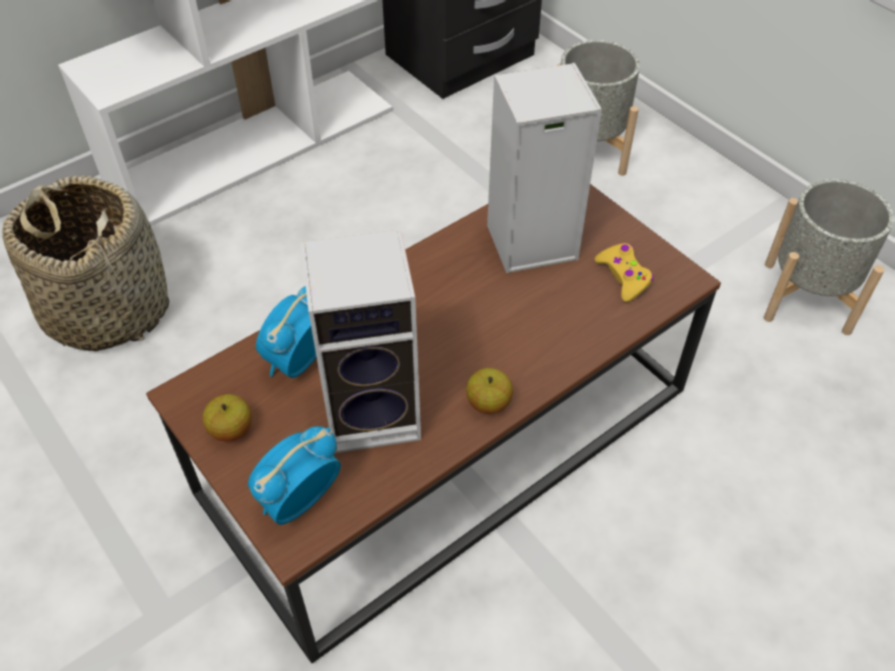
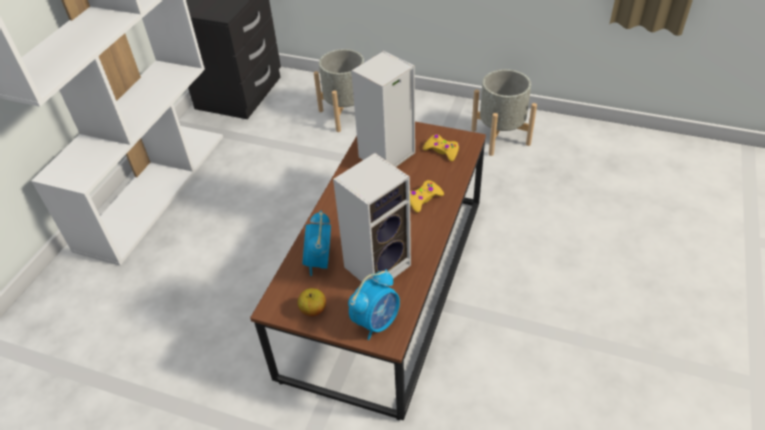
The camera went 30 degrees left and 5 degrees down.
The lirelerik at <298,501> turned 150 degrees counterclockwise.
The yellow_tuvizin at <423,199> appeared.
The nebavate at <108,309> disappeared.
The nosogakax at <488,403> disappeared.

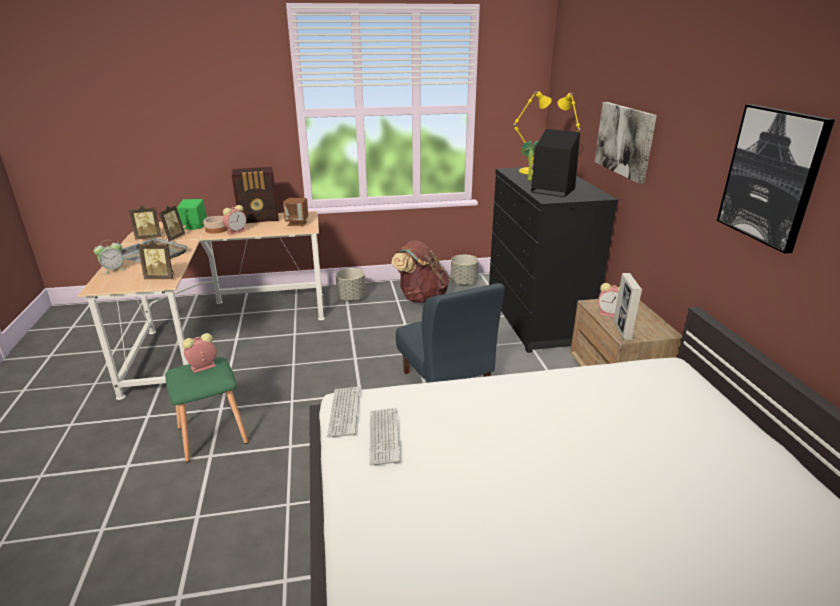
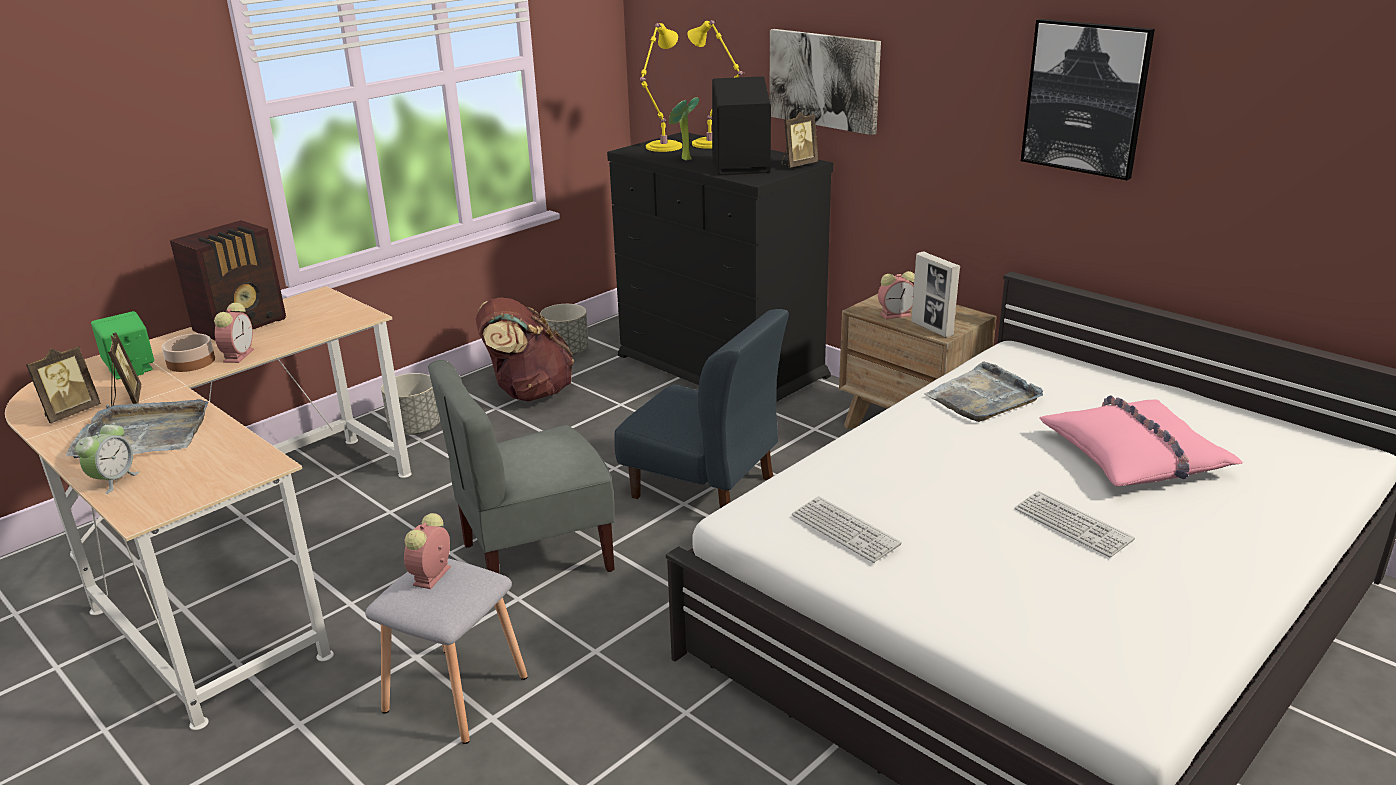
The camera went 35 degrees left and 0 degrees up.
The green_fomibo at <211,436> became the grey_fomibo at <455,695>.
The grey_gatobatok at <535,557> appeared.
The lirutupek moved from <161,278> to <798,165>.
The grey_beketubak at <983,397> appeared.
The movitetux moved from <344,412> to <1072,525>.
The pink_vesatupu at <1135,457> appeared.
The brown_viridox at <297,223> disappeared.

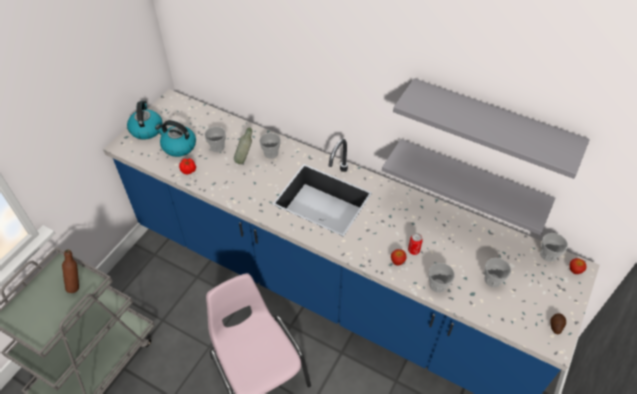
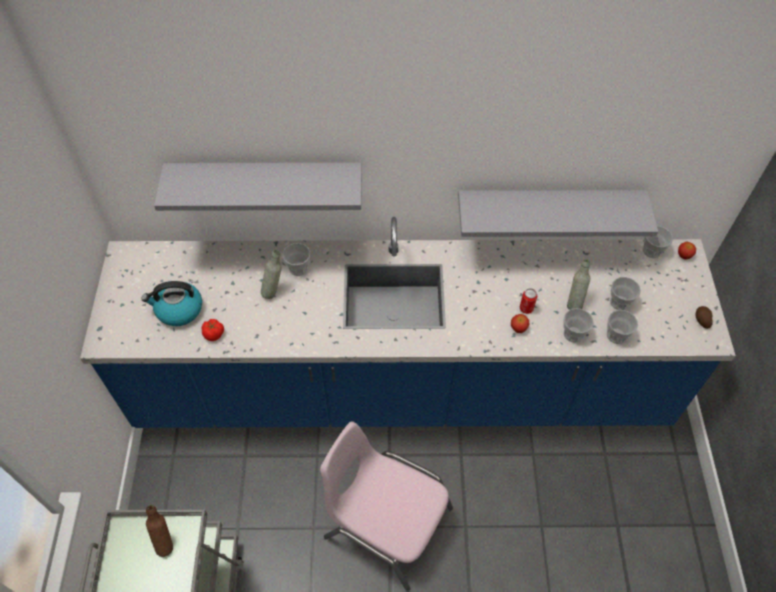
The camera went 30 degrees left and 5 degrees up.
The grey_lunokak moved from <491,125> to <266,182>.
The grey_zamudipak at <574,303> appeared.
The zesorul moved from <217,147> to <616,335>.
The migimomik at <146,129> disappeared.

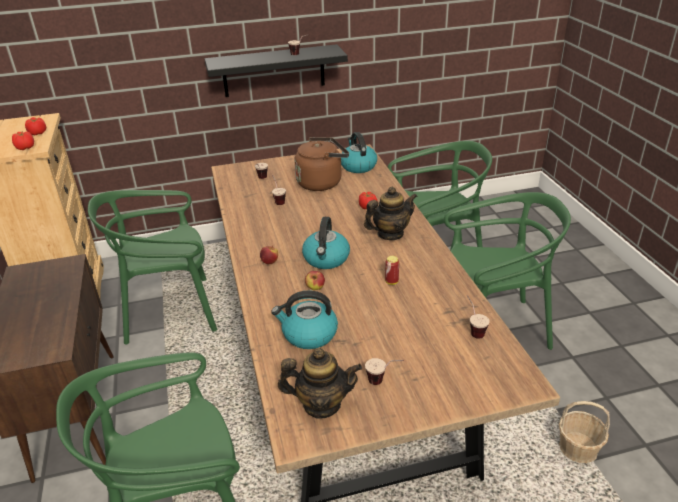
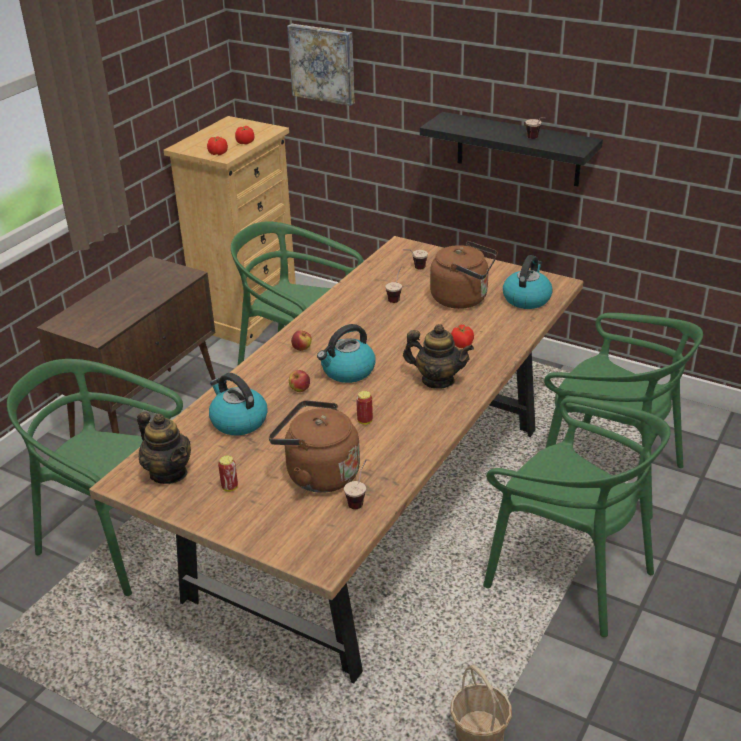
The camera went 45 degrees right and 0 degrees up.
The zesorul at <383,382> was replaced by the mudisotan at <230,487>.
The brown_migimomik at <318,474> appeared.
The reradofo at <323,63> appeared.

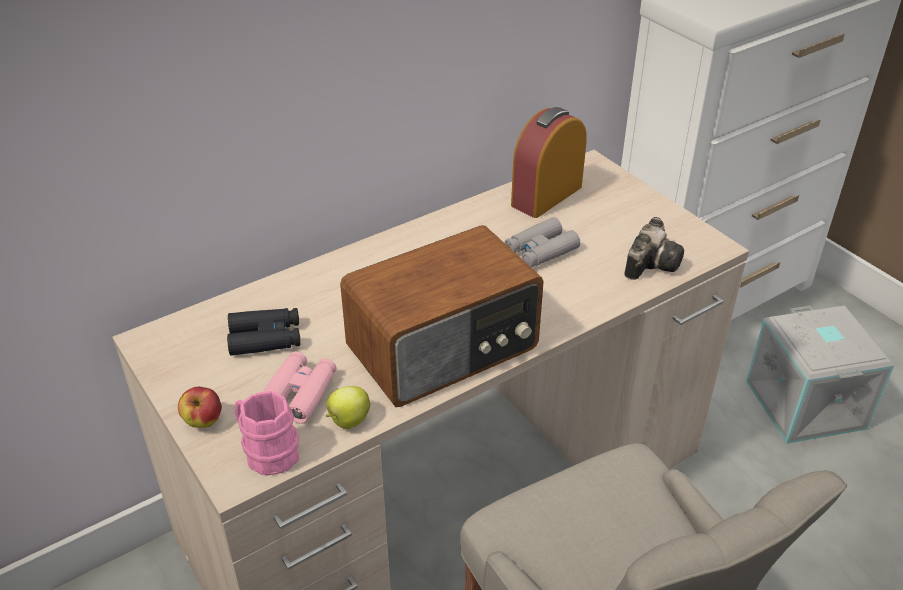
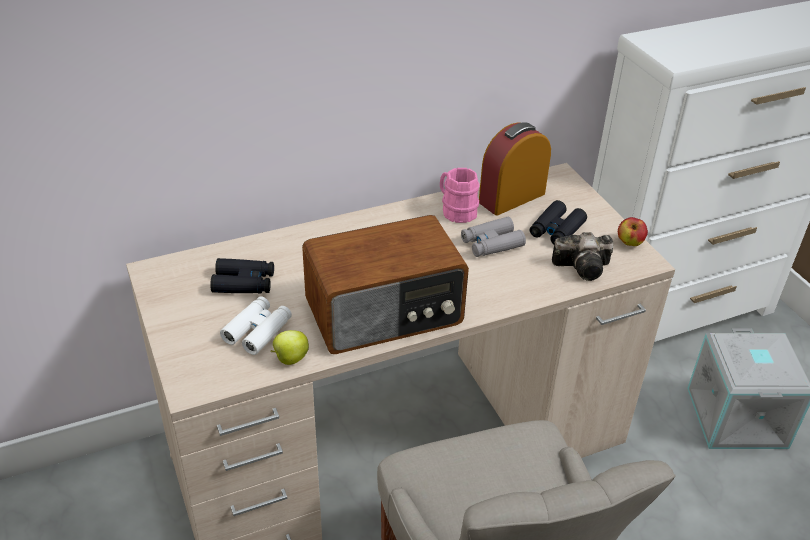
The camera went 10 degrees right and 0 degrees up.
The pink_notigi at <299,393> became the white_notigi at <257,331>.
The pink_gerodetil moved from <267,452> to <455,211>.
The black_notigi at <556,230> appeared.
The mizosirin at <652,262> turned 45 degrees clockwise.
The nosogakax moved from <203,421> to <629,243>.

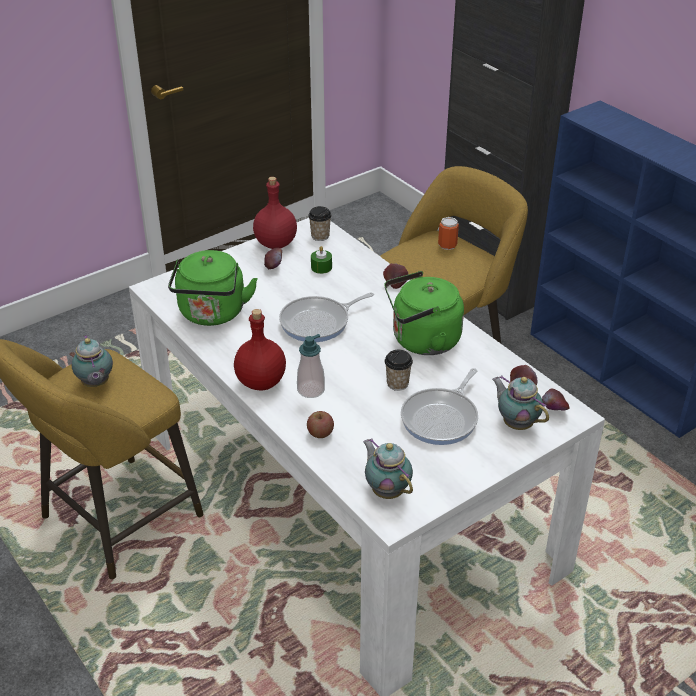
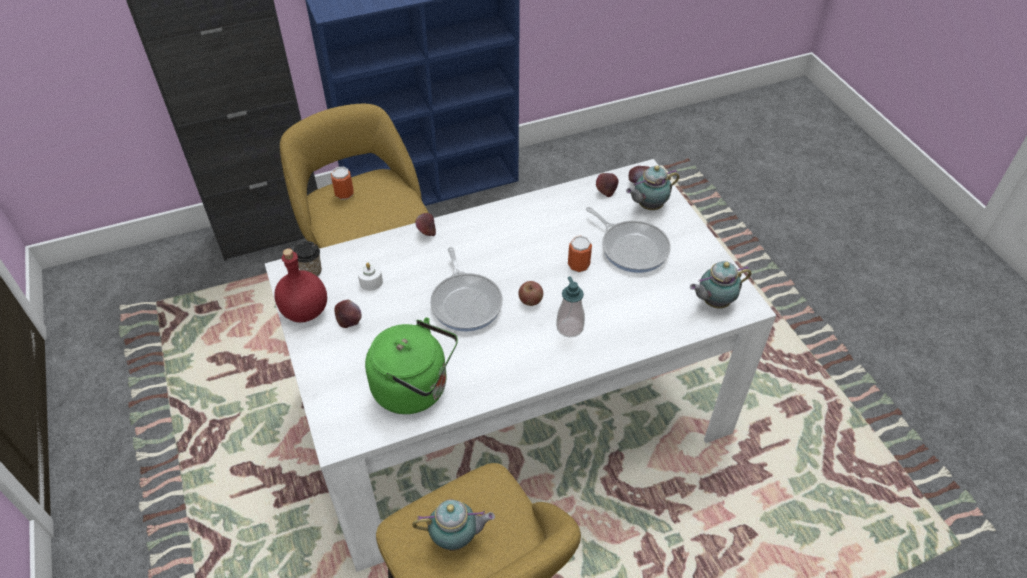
The camera went 75 degrees left and 10 degrees up.
The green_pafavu at <321,267> became the white_pafavu at <371,282>.
The nosogakax moved from <320,433> to <530,300>.
The zesorul at <397,384> was replaced by the mudisotan at <578,265>.
The red_zamudipak at <261,382> disappeared.
The green_migimomik at <421,341> disappeared.

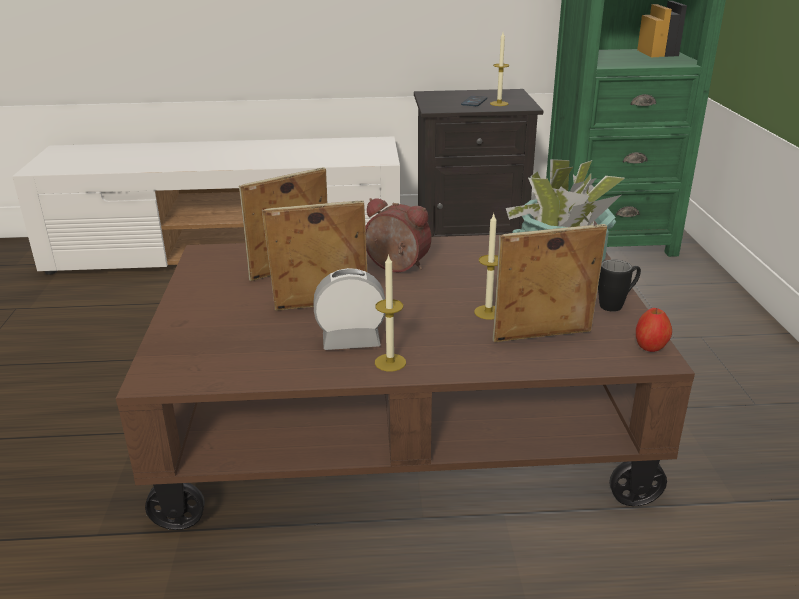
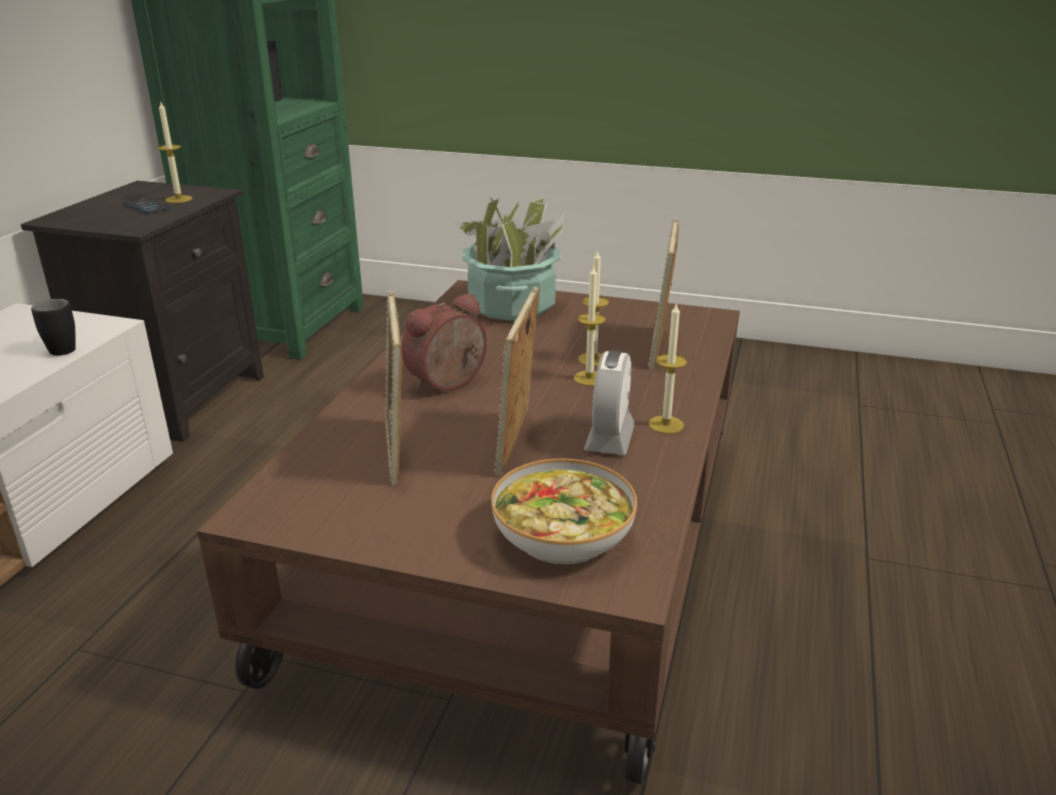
The camera went 70 degrees left and 0 degrees up.
The black_gerodetil moved from <617,304> to <65,347>.
The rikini at <563,534> appeared.
The pafavu at <589,378> appeared.
The nosogakax at <650,347> disappeared.

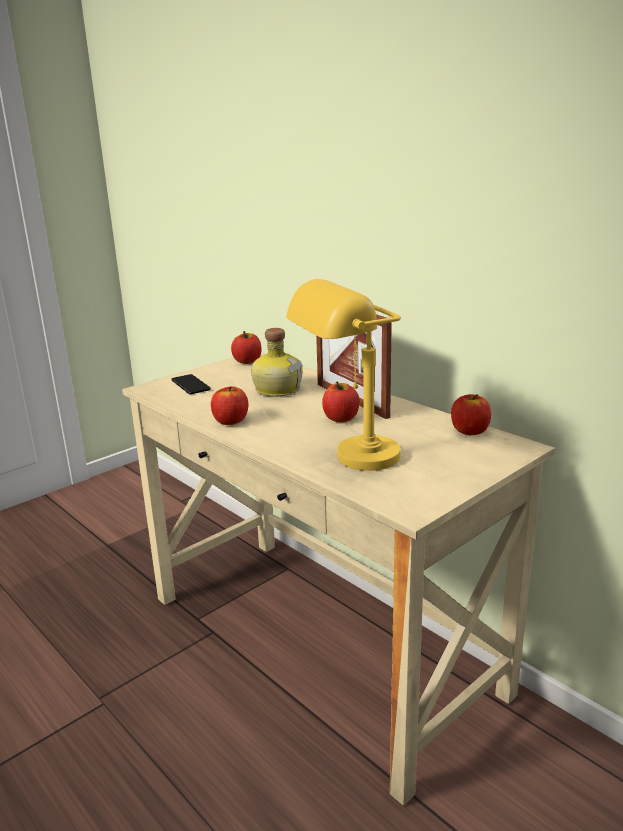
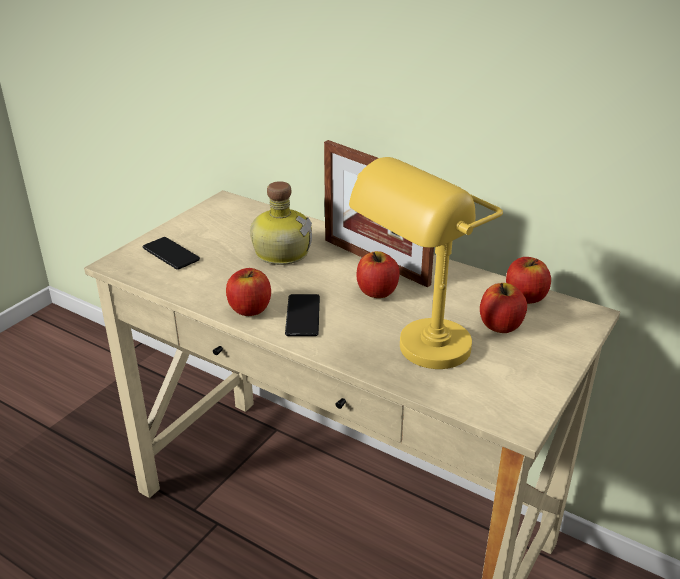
The camera went 15 degrees left and 10 degrees up.
The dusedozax at <303,316> appeared.
The nosogakax moved from <247,361> to <500,325>.

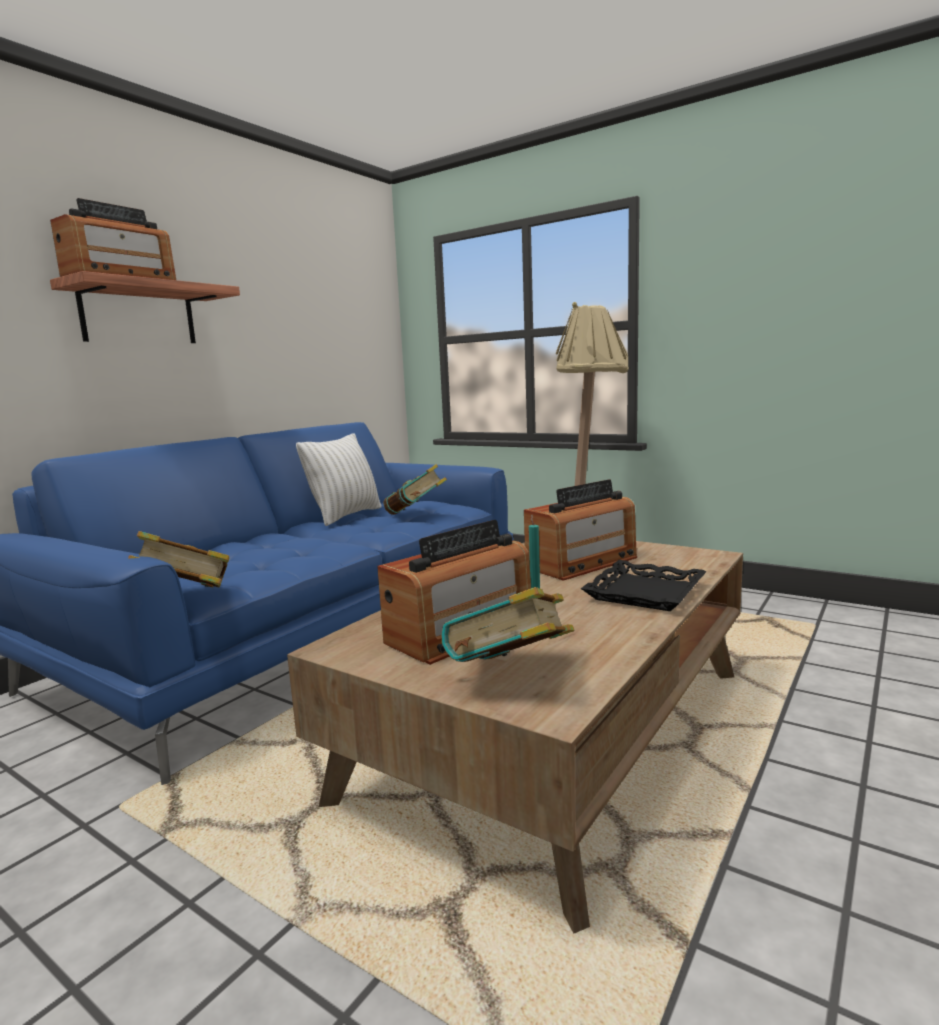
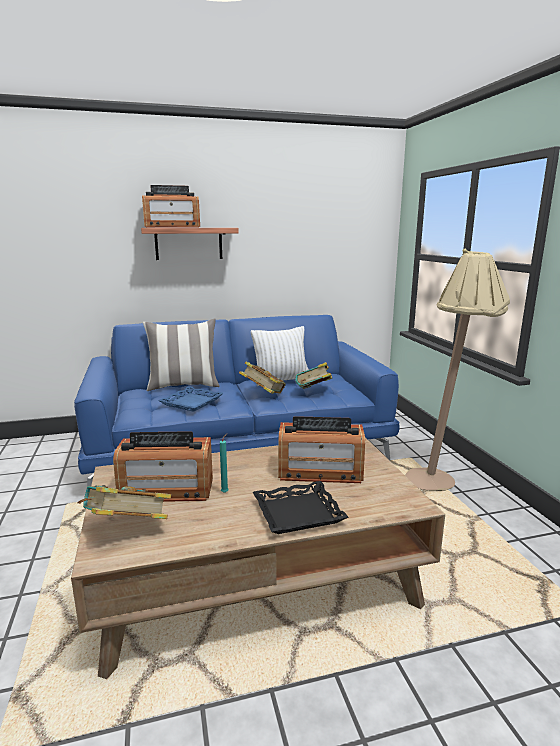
The camera went 40 degrees right and 5 degrees up.
The vesatupu at <183,386> appeared.
The blue_beketubak at <192,402> appeared.
The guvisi moved from <186,598> to <263,394>.

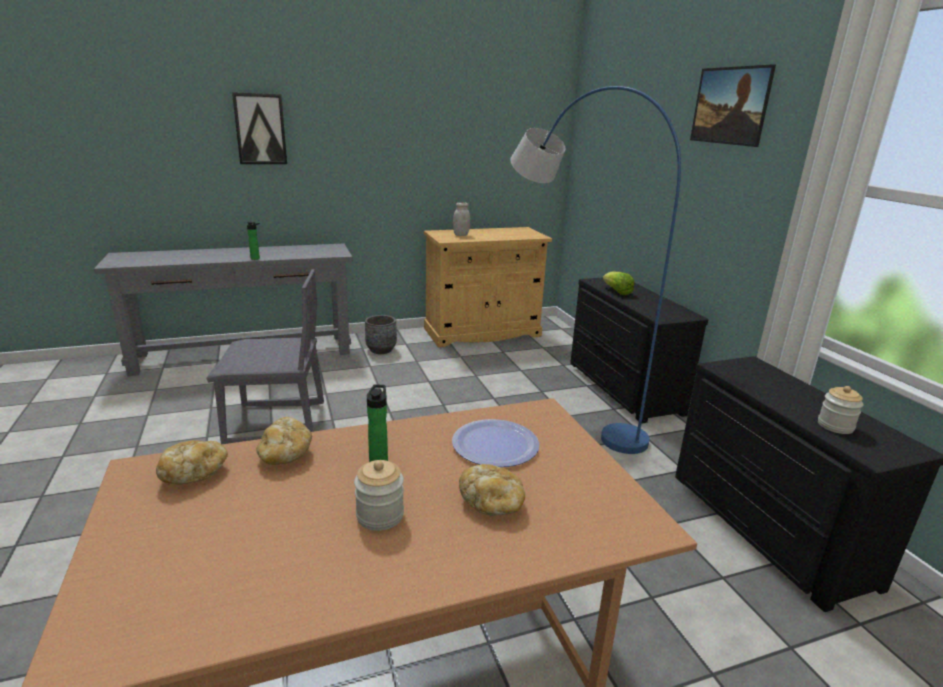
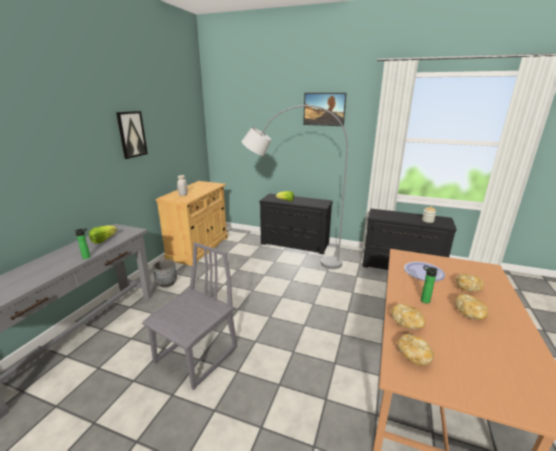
The camera went 50 degrees left and 0 degrees up.
The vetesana at <103,240> appeared.
The reradofo moved from <260,129> to <131,134>.
The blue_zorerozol at <562,405> became the grey_zorerozol at <291,262>.
The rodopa at <380,515> was replaced by the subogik at <470,313>.

